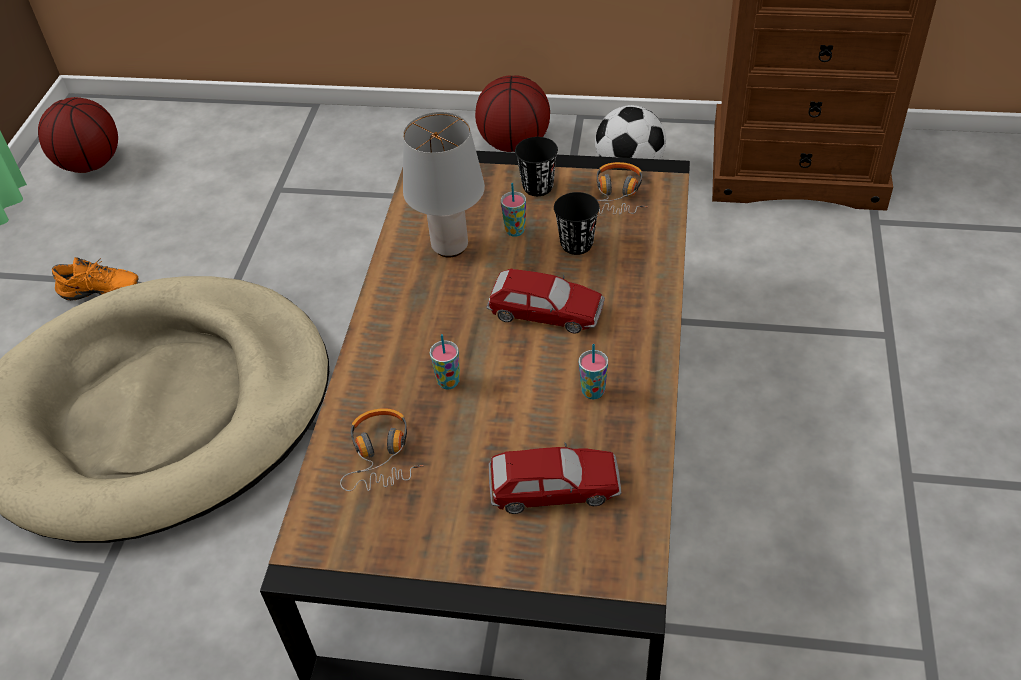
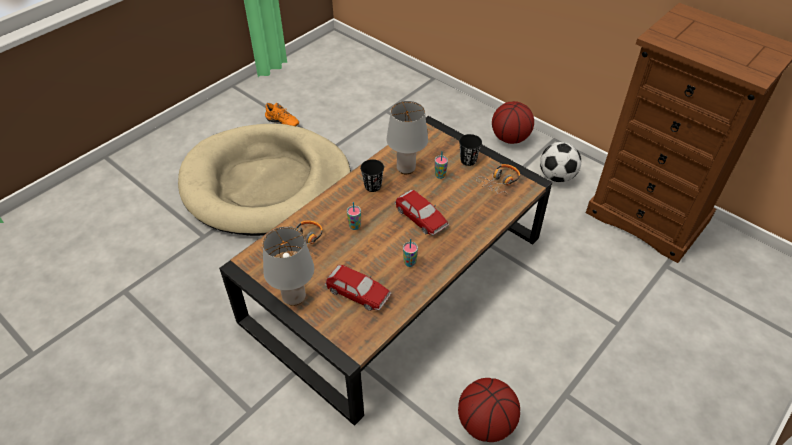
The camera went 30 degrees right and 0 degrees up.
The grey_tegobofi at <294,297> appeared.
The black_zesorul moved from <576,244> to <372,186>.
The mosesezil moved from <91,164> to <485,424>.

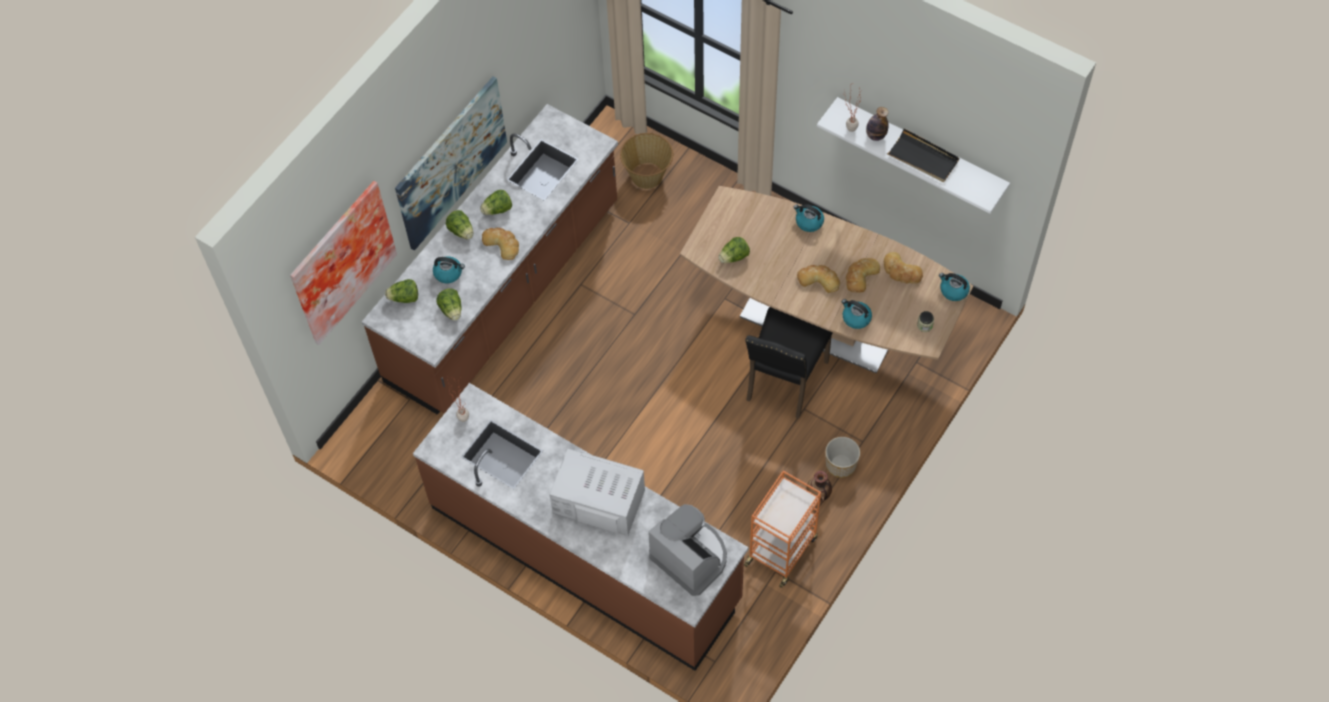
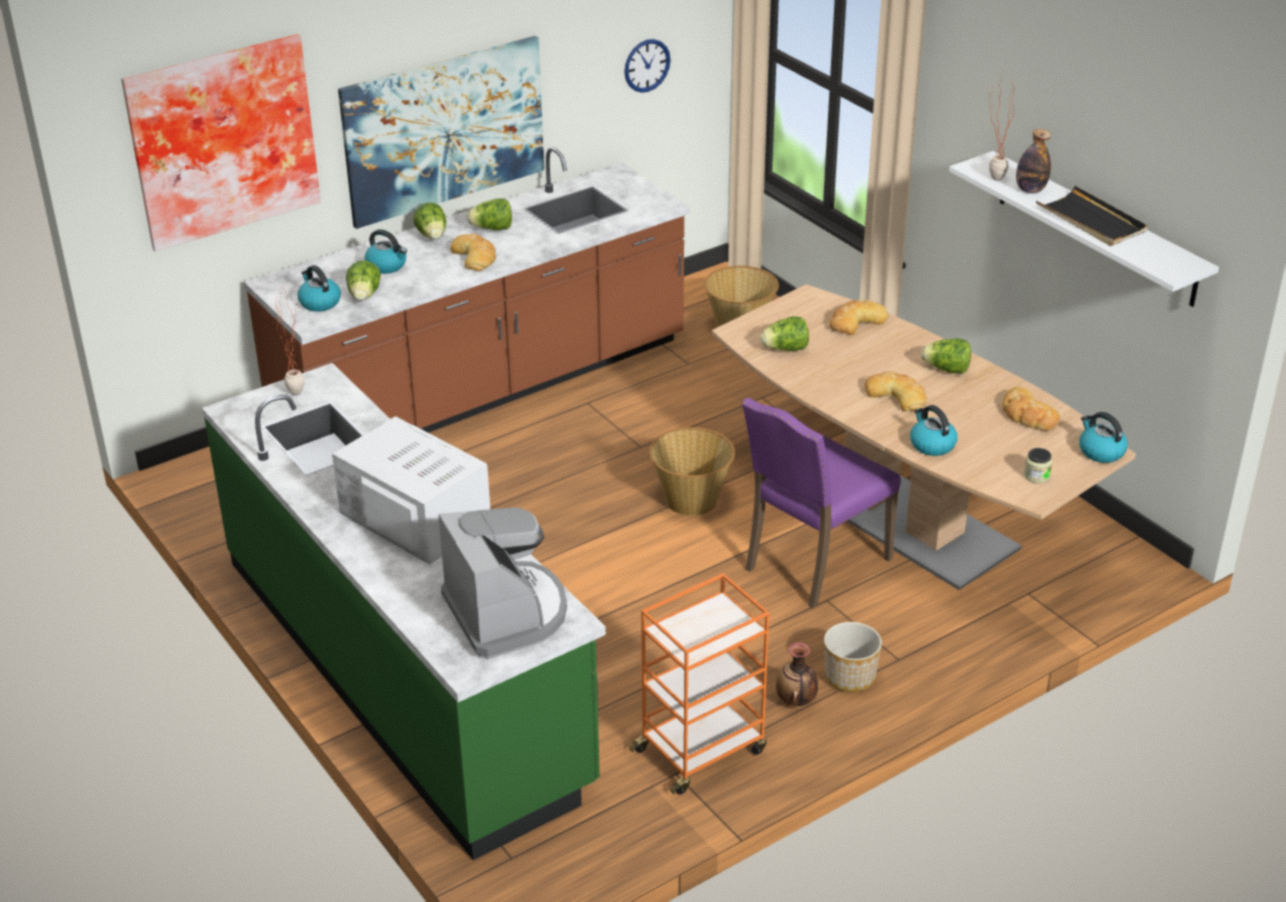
The camera went 20 degrees right and 25 degrees down.
The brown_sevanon at <585,552> became the green_sevanon at <405,670>.
The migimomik moved from <808,222> to <319,302>.
The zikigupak at <647,65> appeared.
The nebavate at <691,500> appeared.
The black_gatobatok at <784,381> became the purple_gatobatok at <813,564>.
The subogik moved from <860,276> to <855,322>.
The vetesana moved from <404,298> to <946,370>.

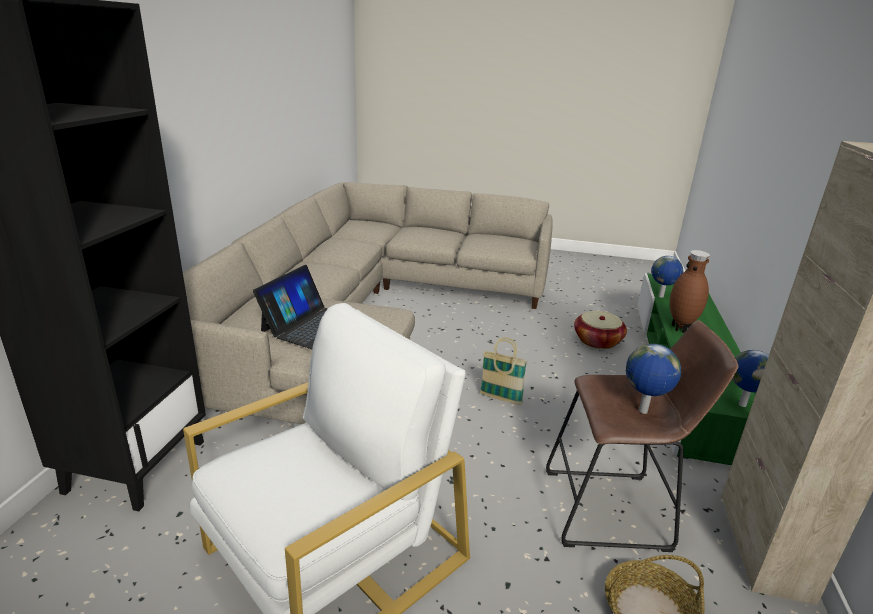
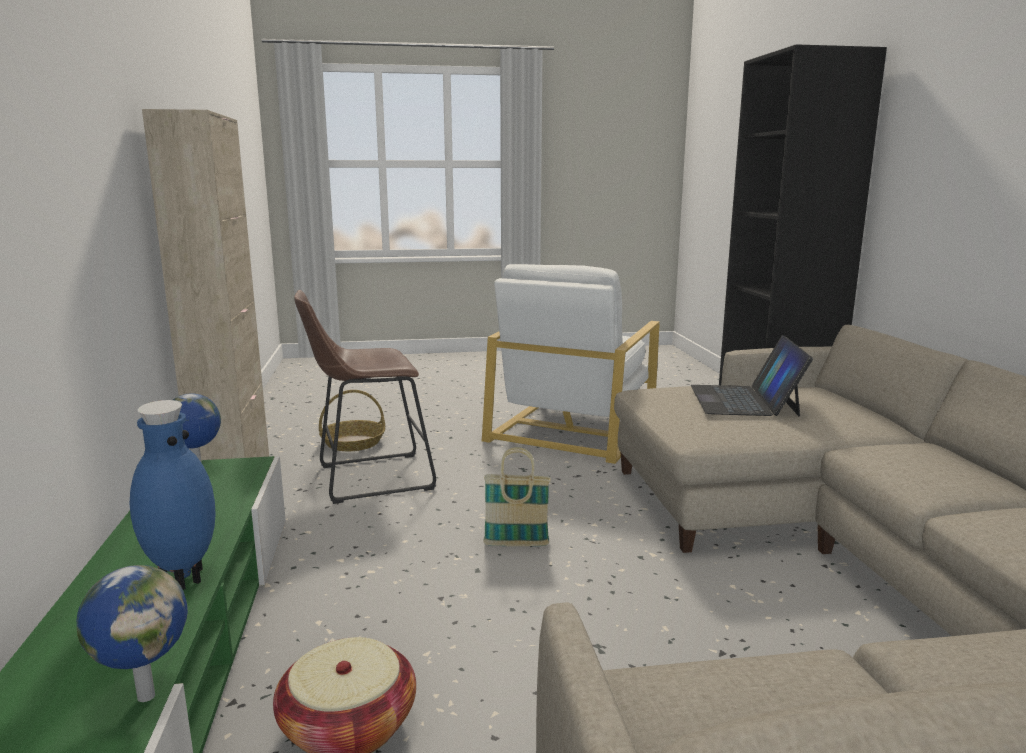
The camera went 160 degrees right and 10 degrees down.
The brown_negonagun at <681,328> became the blue_negonagun at <181,578>.
The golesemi at <643,411> disappeared.

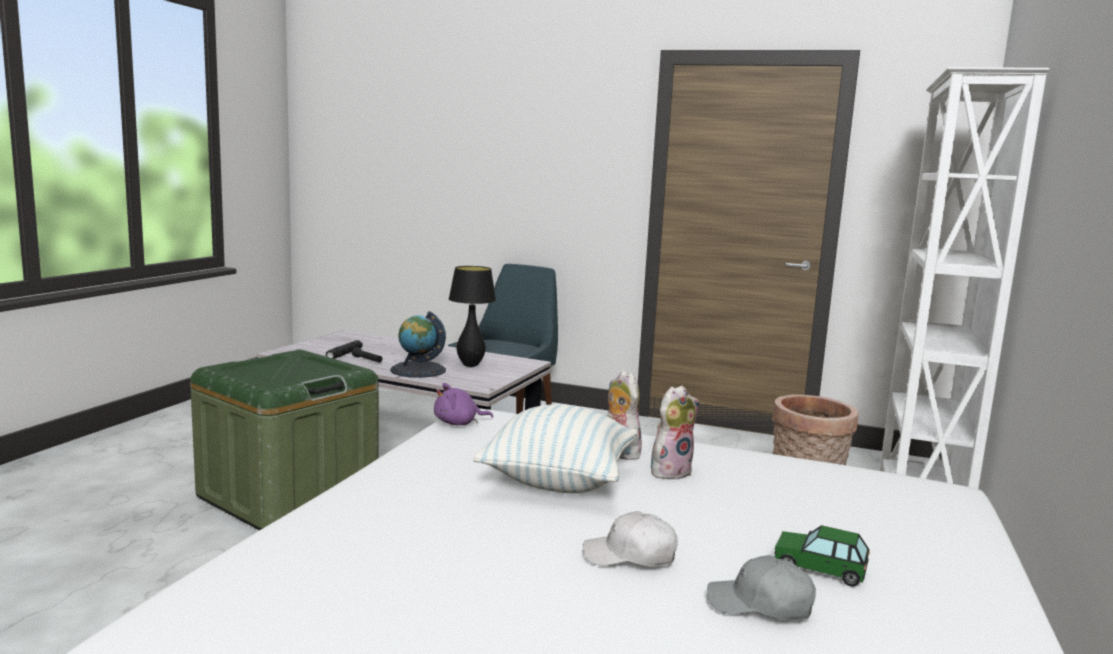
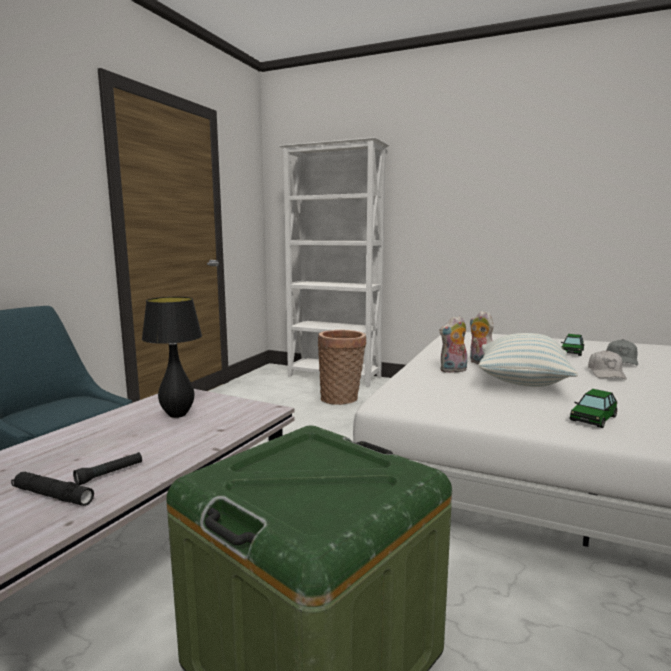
The camera went 85 degrees left and 0 degrees up.
The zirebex at <593,418> appeared.
The golesemi at <418,370> disappeared.
The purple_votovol at <458,423> disappeared.

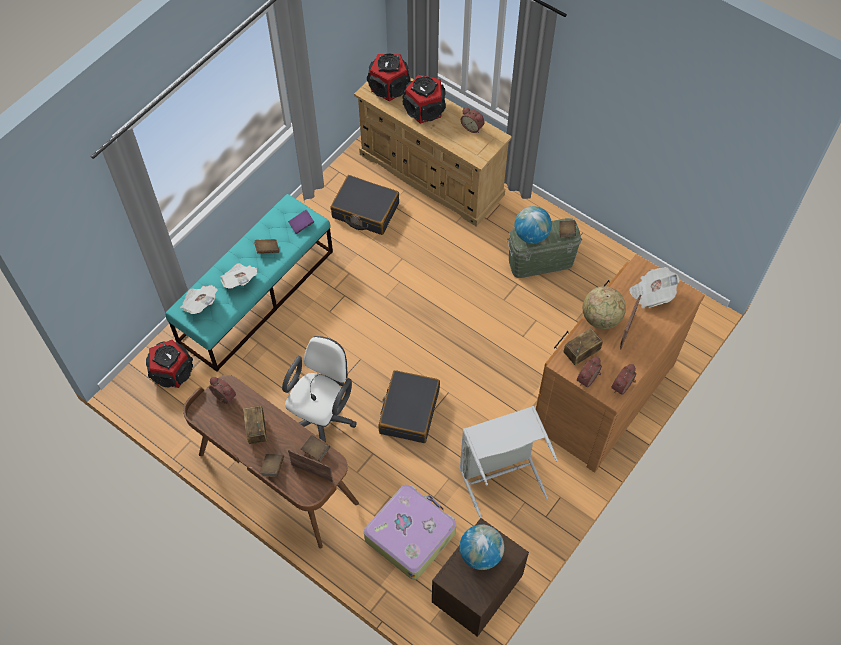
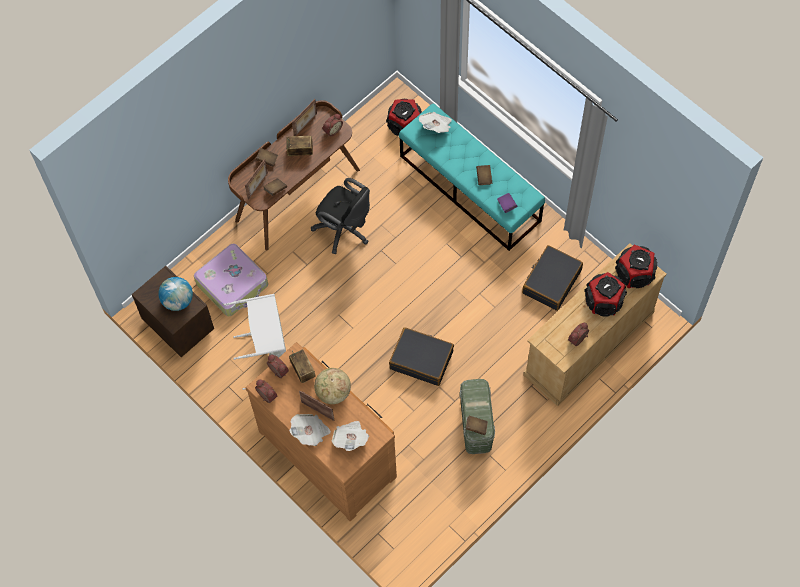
The camera went 100 degrees right and 5 degrees up.
The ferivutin moved from <240,280> to <310,433>.
The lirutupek at <306,125> appeared.
The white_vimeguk at <322,418> became the black_vimeguk at <345,230>.
The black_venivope moved from <409,411> to <421,360>.
The golesemi at <531,235> disappeared.

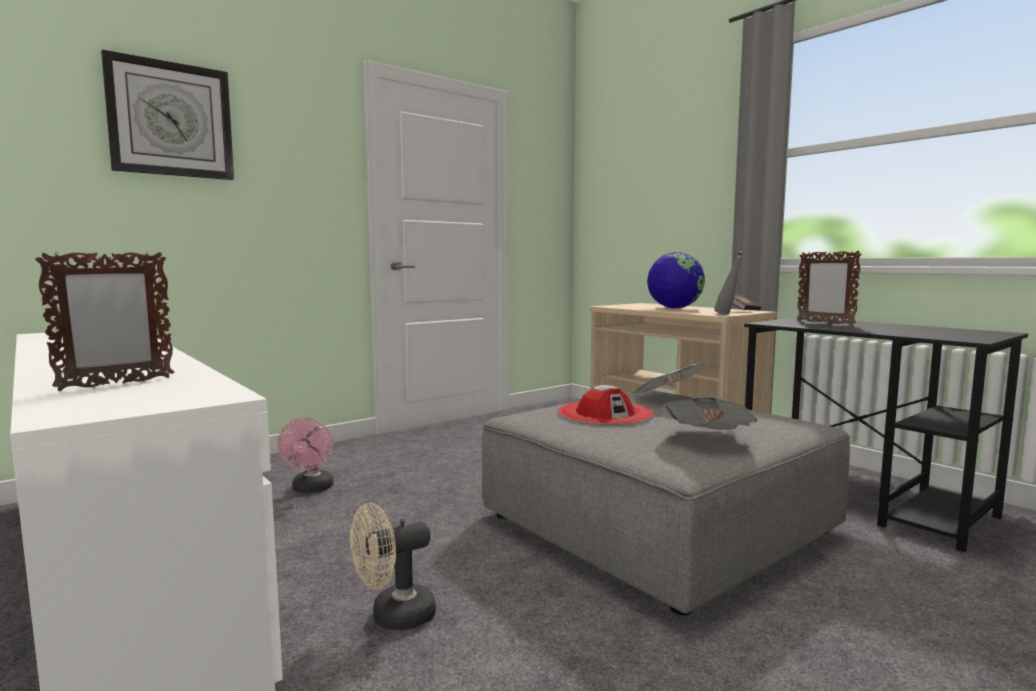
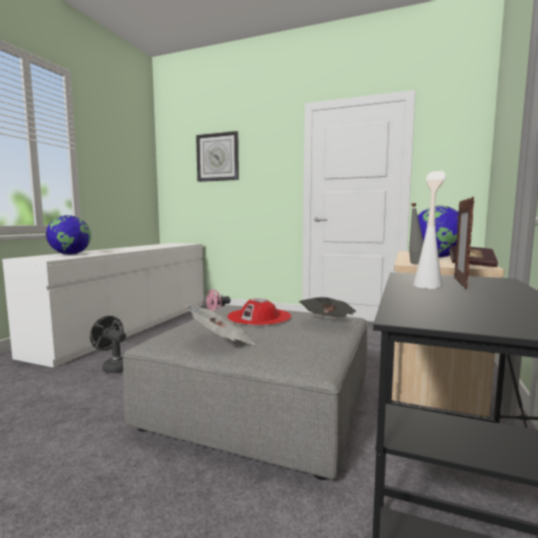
The camera went 60 degrees right and 0 degrees up.
The lirutupek at <115,384> was replaced by the golesemi at <70,254>.
The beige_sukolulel at <393,617> became the black_sukolulel at <114,367>.
The white_tegobofi at <429,280> appeared.

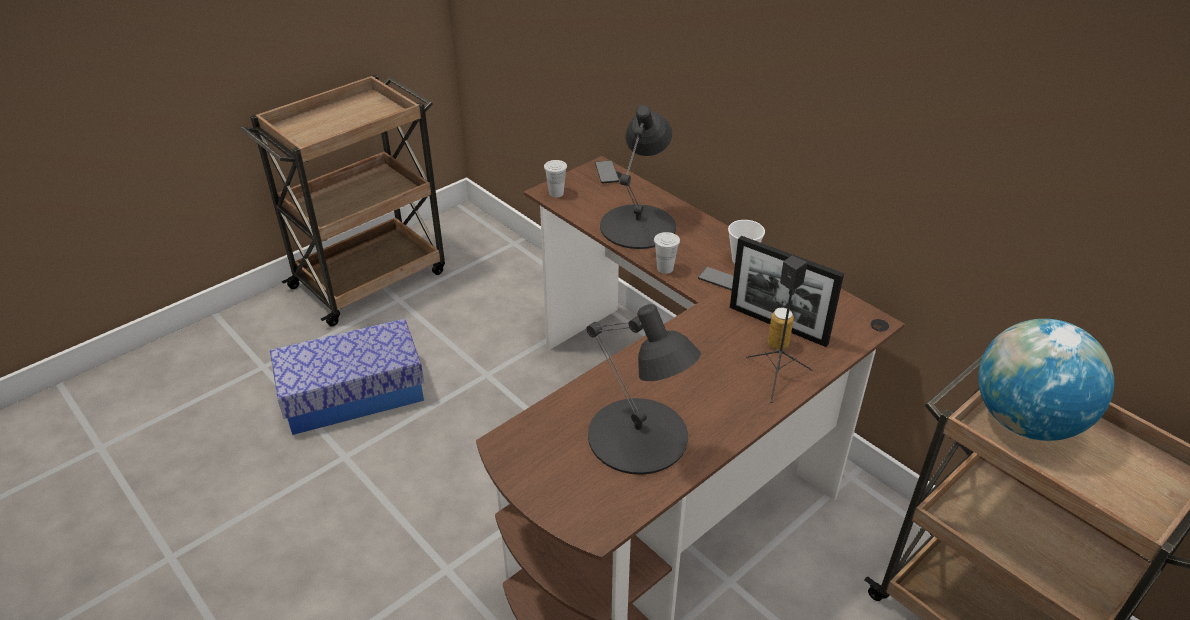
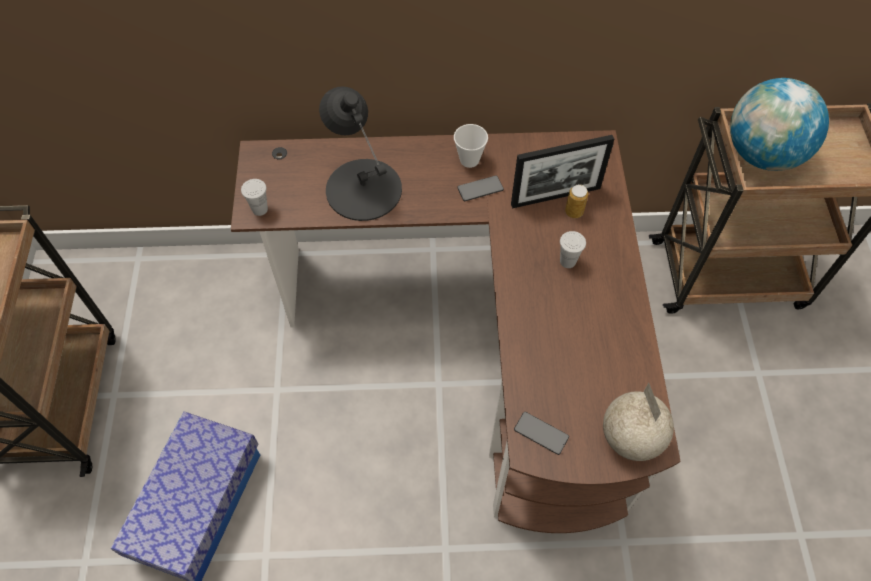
The camera went 50 degrees left and 20 degrees up.
The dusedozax moved from <606,172> to <541,433>.
The white_zesorul moved from <665,268> to <567,261>.
The golesemi at <630,438> appeared.
The black_tegobofi at <638,437> disappeared.
The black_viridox at <777,375> disappeared.

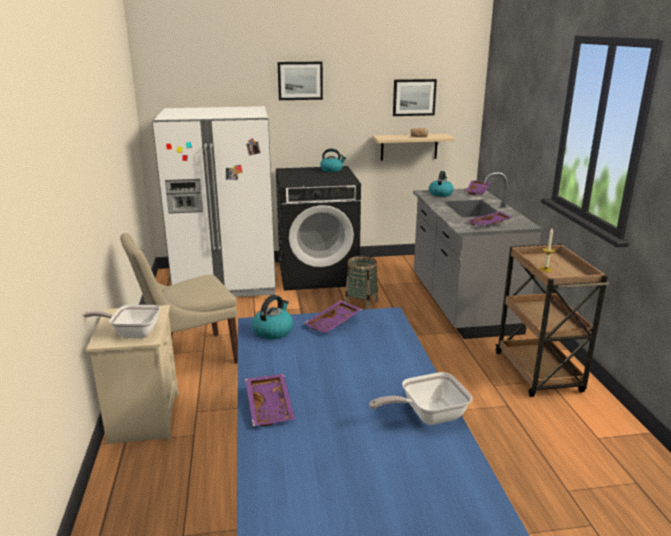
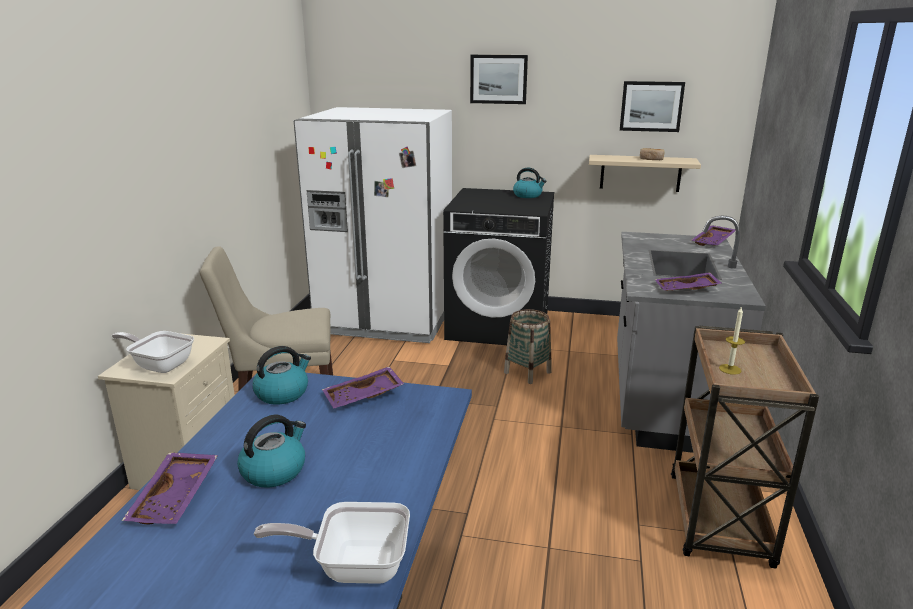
The camera went 20 degrees right and 0 degrees up.
The migimomik moved from <440,194> to <274,470>.

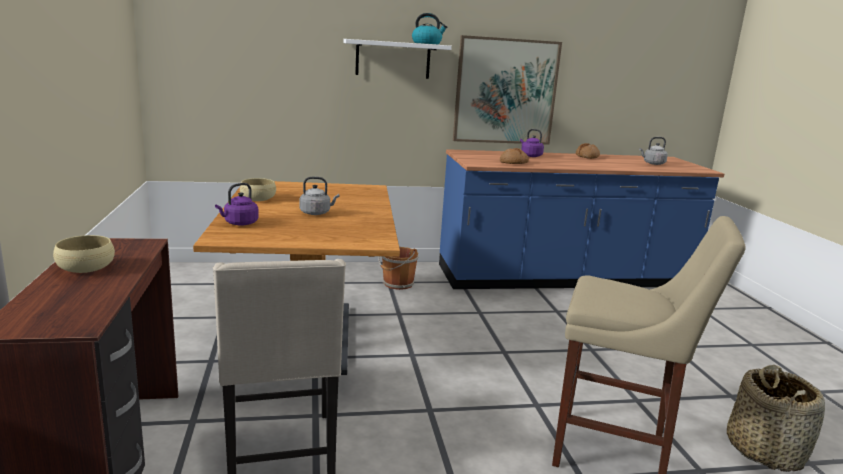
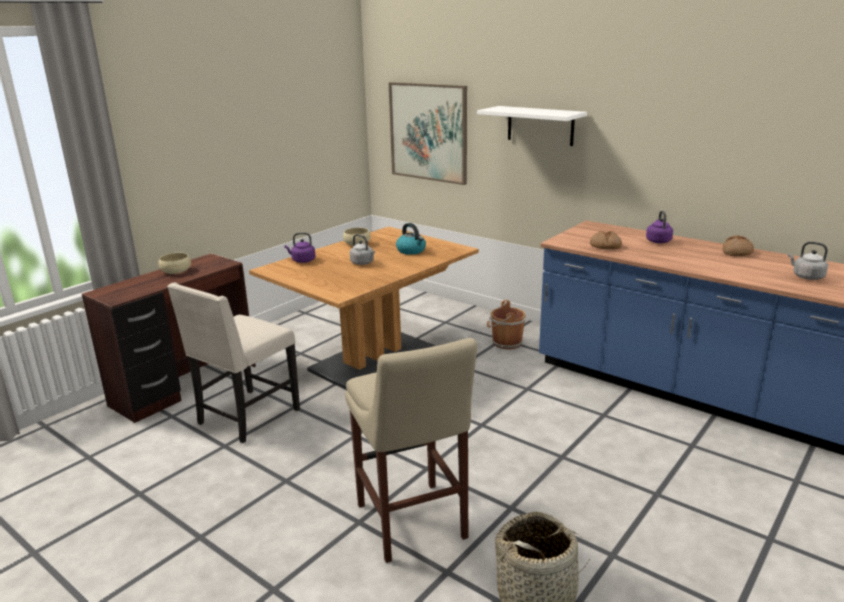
The camera went 50 degrees right and 5 degrees up.
The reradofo moved from <505,91> to <428,132>.
The migimomik moved from <427,43> to <411,251>.

